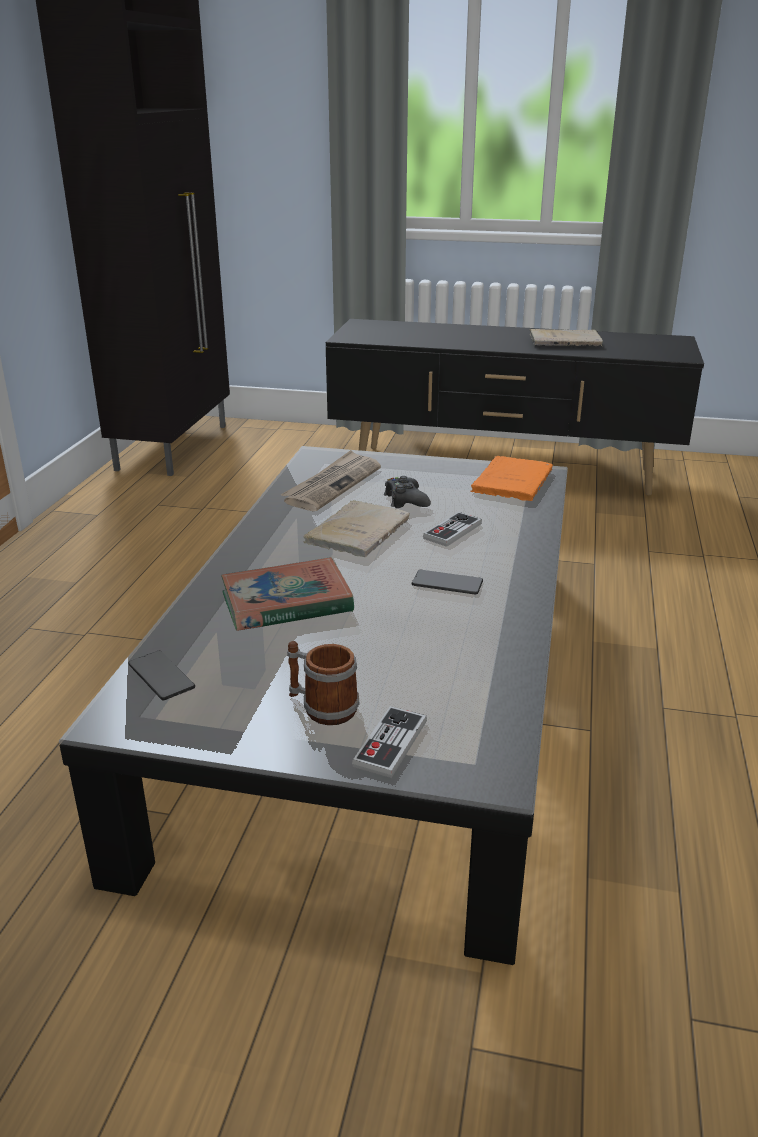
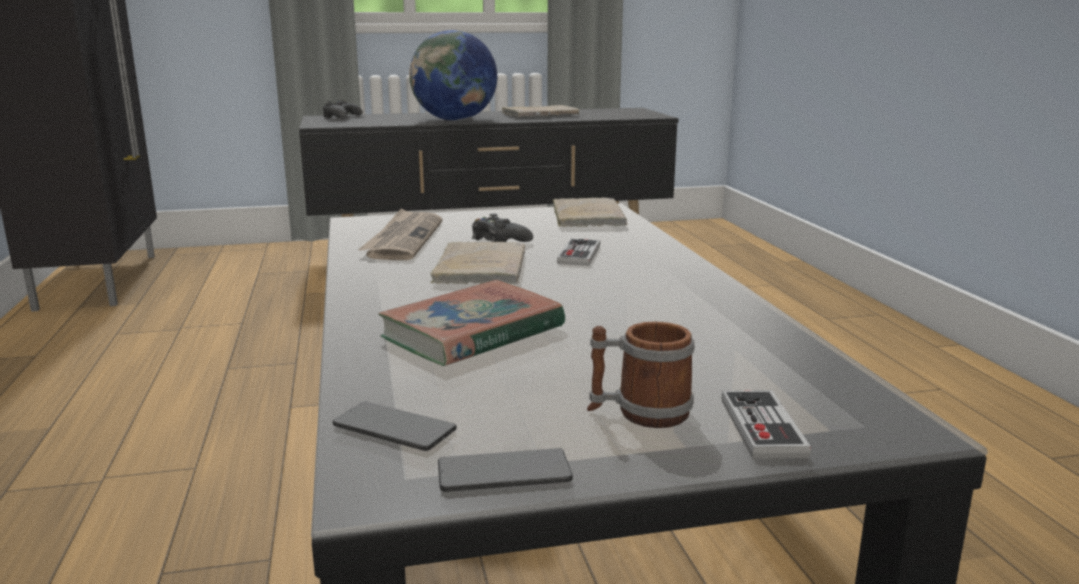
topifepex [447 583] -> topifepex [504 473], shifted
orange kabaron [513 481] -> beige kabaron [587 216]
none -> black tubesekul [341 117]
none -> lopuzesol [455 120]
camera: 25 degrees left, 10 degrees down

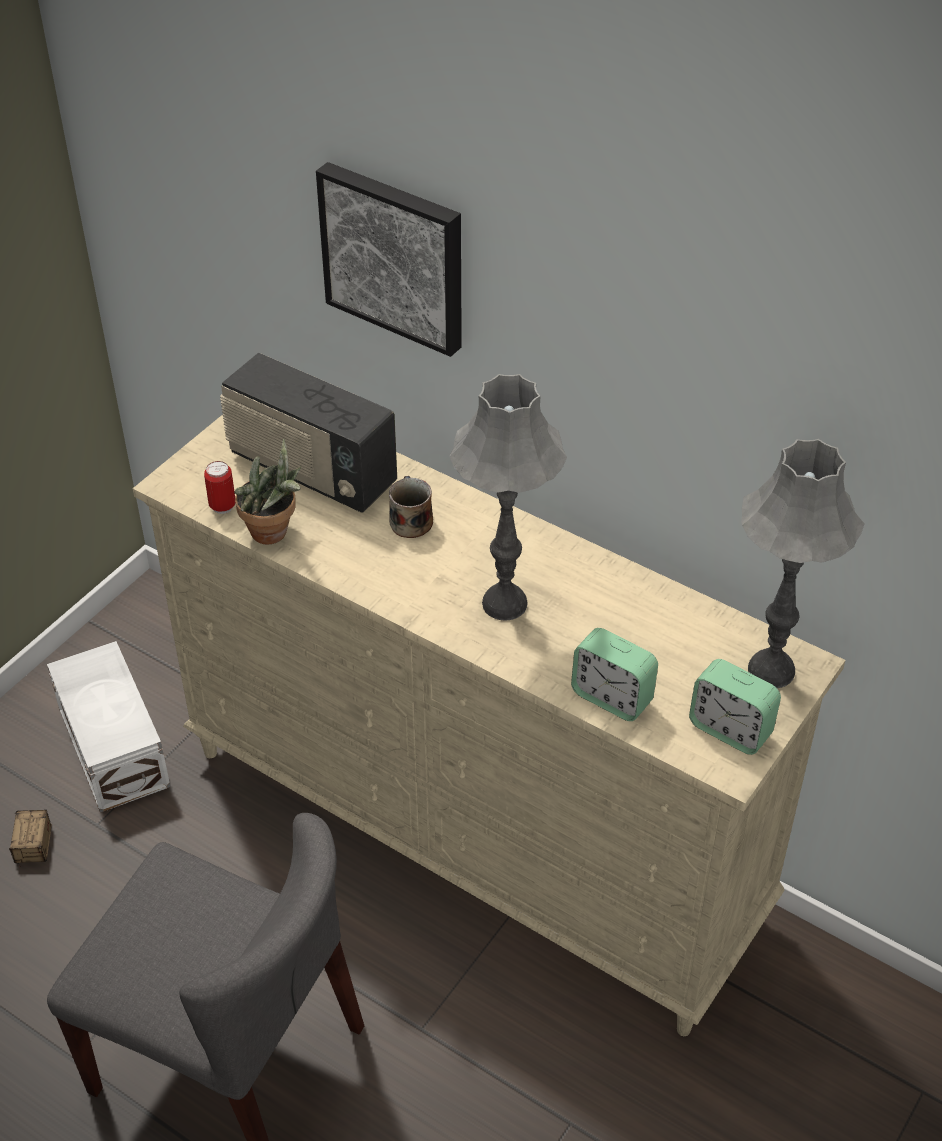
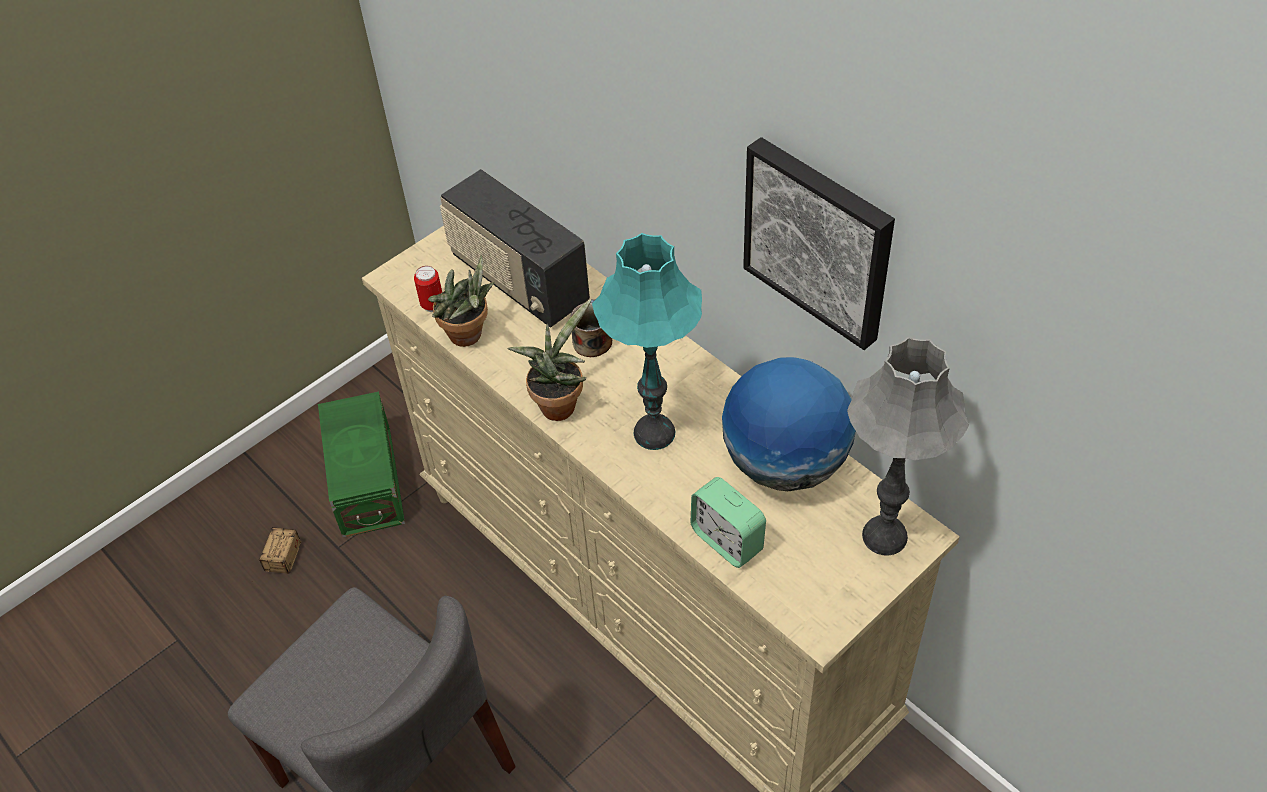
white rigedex [115 745] -> green rigedex [368 479]
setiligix [395 255] -> setiligix [820 240], shifted
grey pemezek [505 603] -> turquoise pemezek [655 433]
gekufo [730 729] -> none
none -> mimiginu [559 403]
none -> lopuzesol [785 463]
camera: 15 degrees right, 5 degrees up

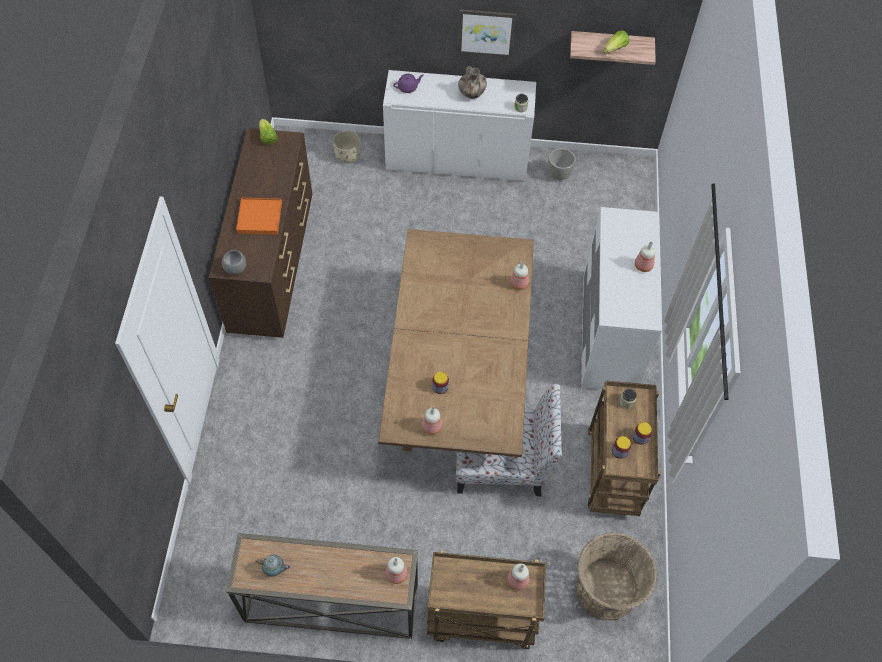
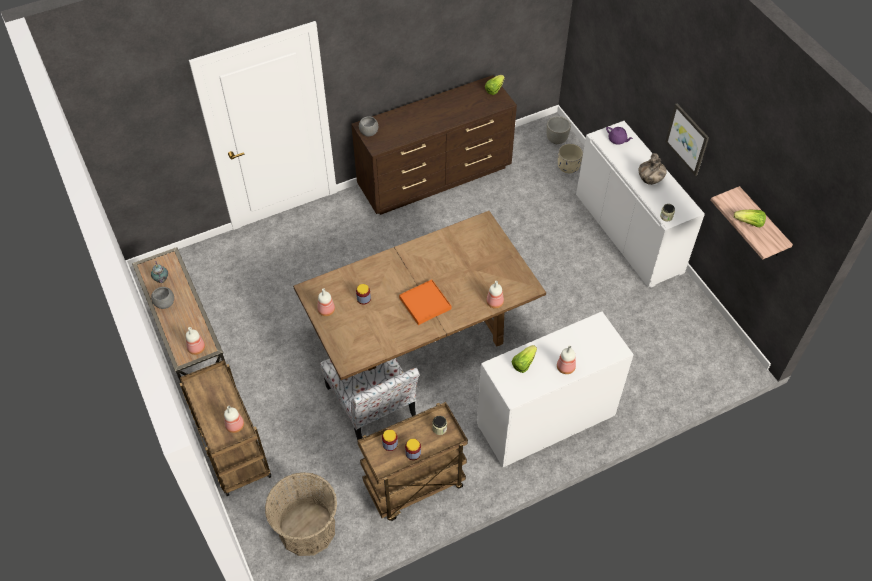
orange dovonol [259 217] -> orange dovonol [425 303], shifted
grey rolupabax [559 174] -> grey rolupabax [557 140], shifted
none -> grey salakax [165 303]
none -> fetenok [523 363]
camera: 60 degrees right, 5 degrees down

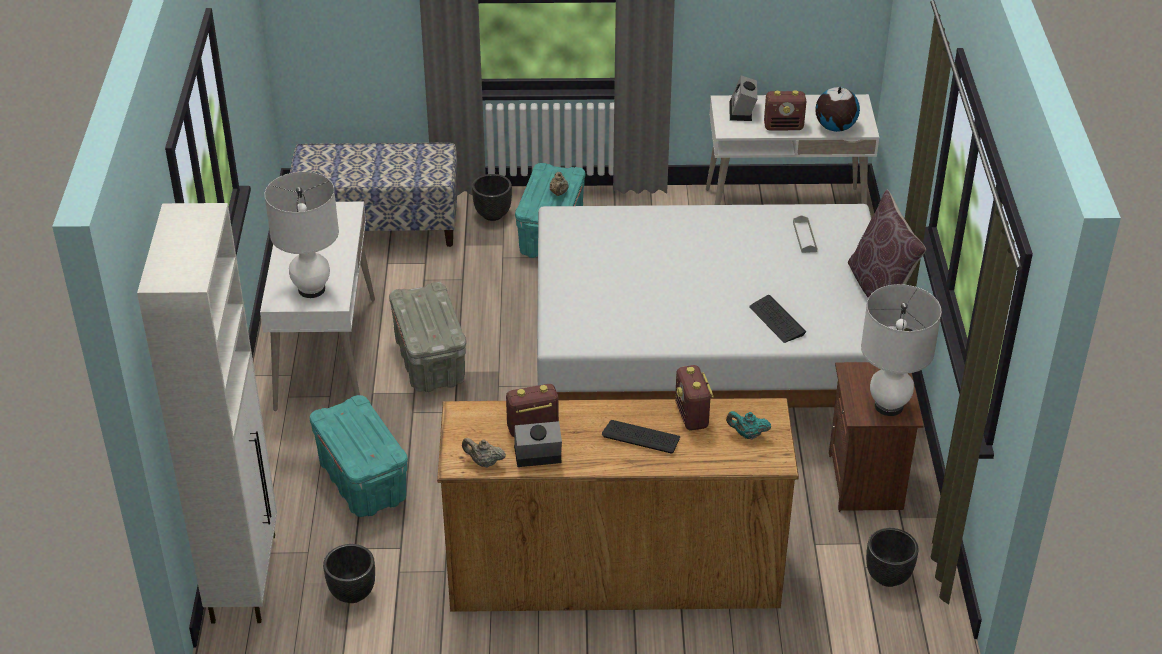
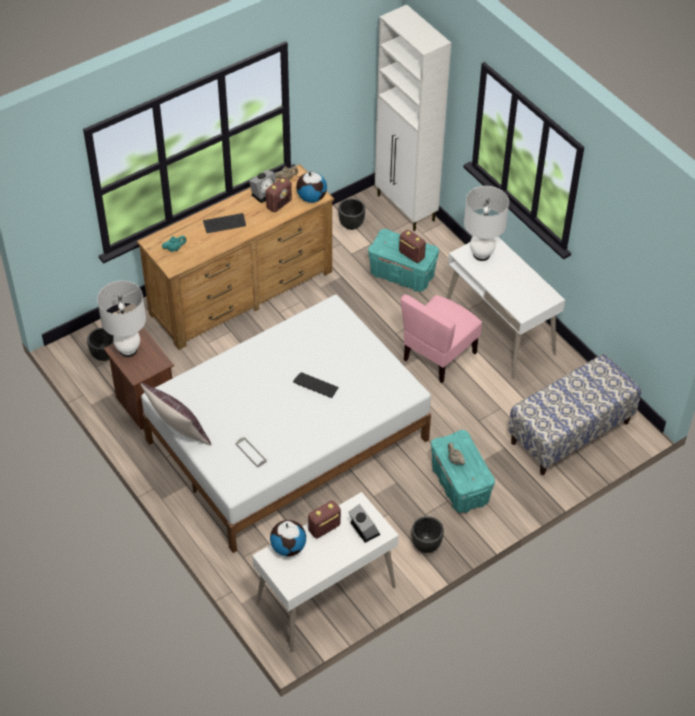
grey rigedex [430 362] -> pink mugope [438 356]
black rolupabax [493 214] -> black rolupabax [426 545], shifted
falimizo [692 416] -> falimizo [411 255], shifted
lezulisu [777 320] -> lezulisu [316 385], shifted
none -> lopuzesol [311 197]
camera: 145 degrees right, 10 degrees up

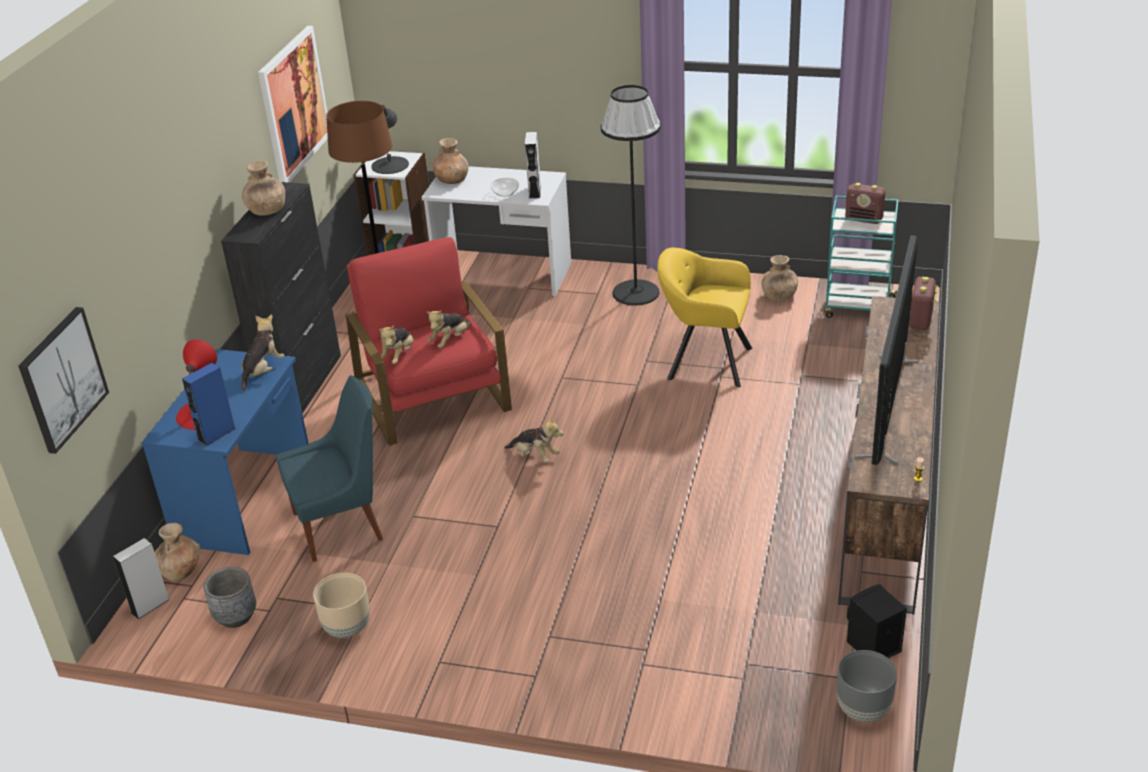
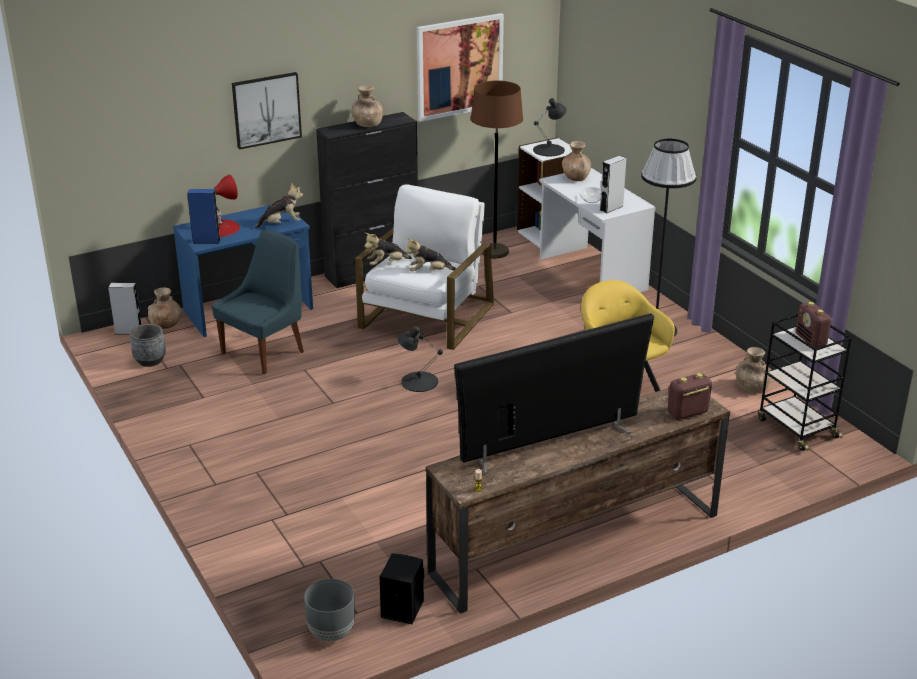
setiligix [62 379] -> setiligix [266 110], shifted
blue mugope [342 525] -> blue mugope [265 351], 75 degrees counterclockwise
beige rolupabax [346 628] -> none
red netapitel [433 395] -> white netapitel [427 316]
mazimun [535 456] -> black pemezek [419 381]
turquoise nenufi [858 308] -> black nenufi [796 428]
camera: 45 degrees right, 5 degrees down

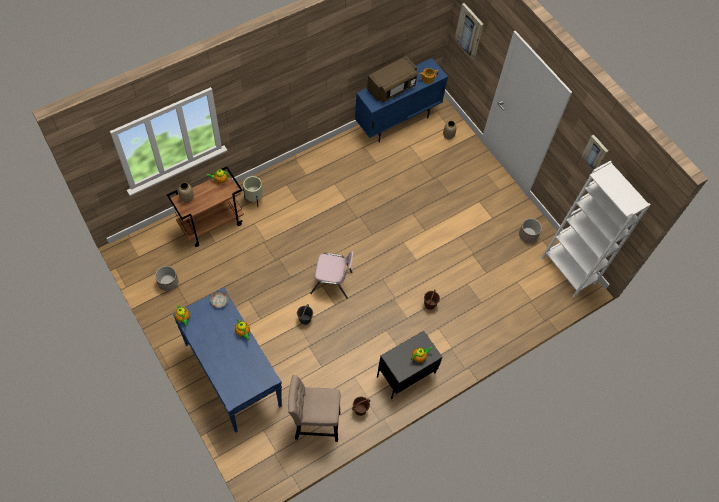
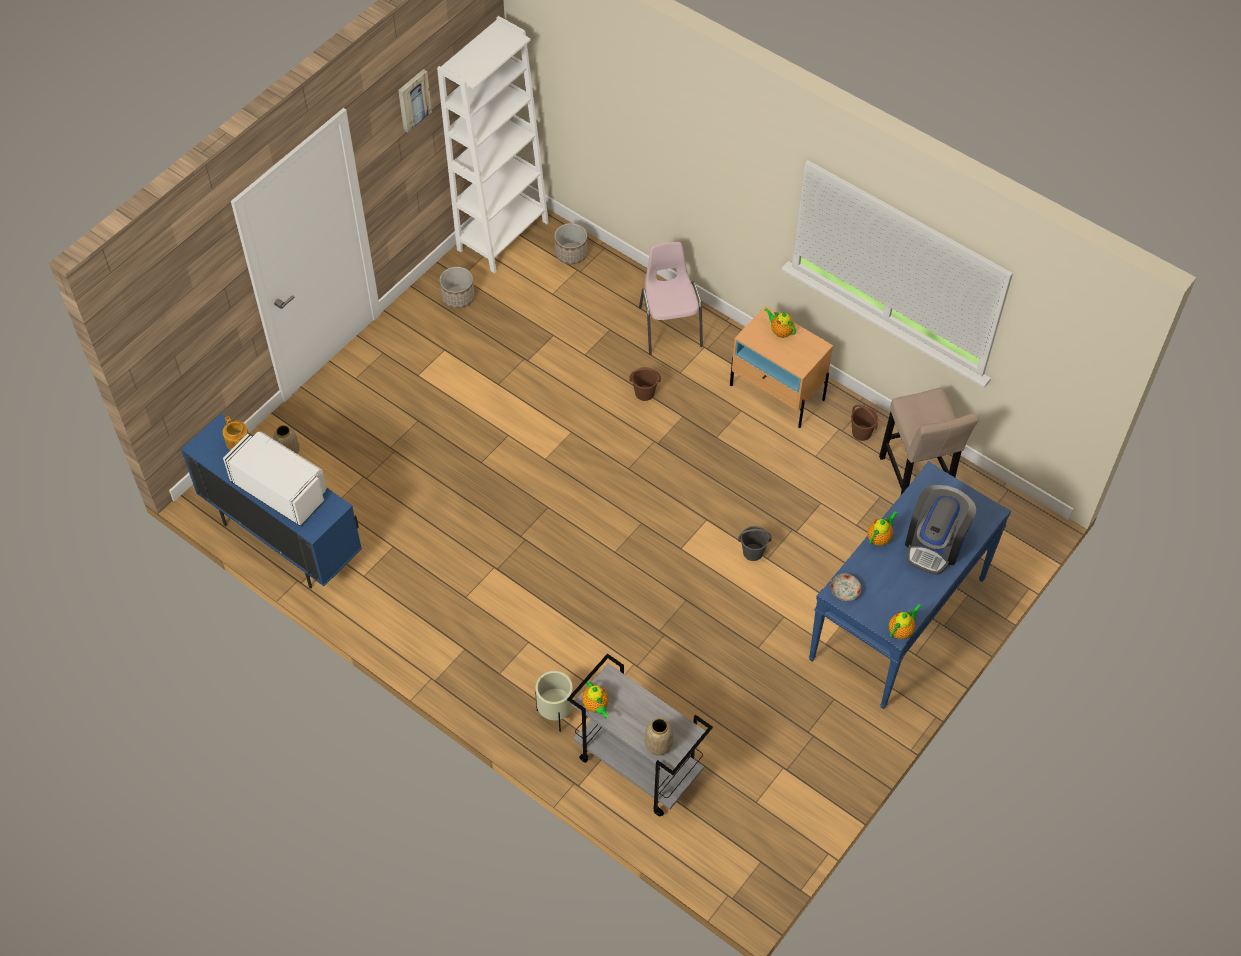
rolupabax [168 282] -> rolupabax [571 254], shifted
brown nenufi [212 224] -> grey nenufi [636 765]
pink mugope [332 282] -> pink mugope [669 326], shifted
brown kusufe [392 88] -> white kusufe [281 490]
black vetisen [405 374] -> beige vetisen [777 393]
setiligix [469 31] -> none
none -> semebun [934 544]
camera: 105 degrees left, 5 degrees down

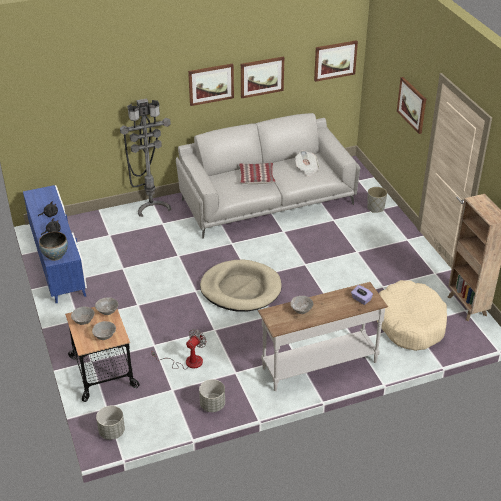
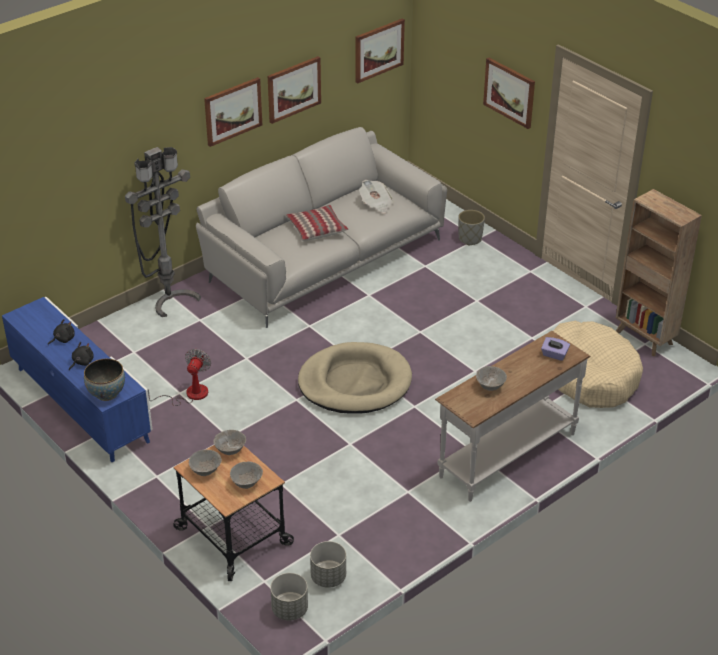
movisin [187 362] -> movisin [188 394], shifted
grey rolupabax [212 405] -> grey rolupabax [328 577], shifted
camera: 20 degrees left, 0 degrees up

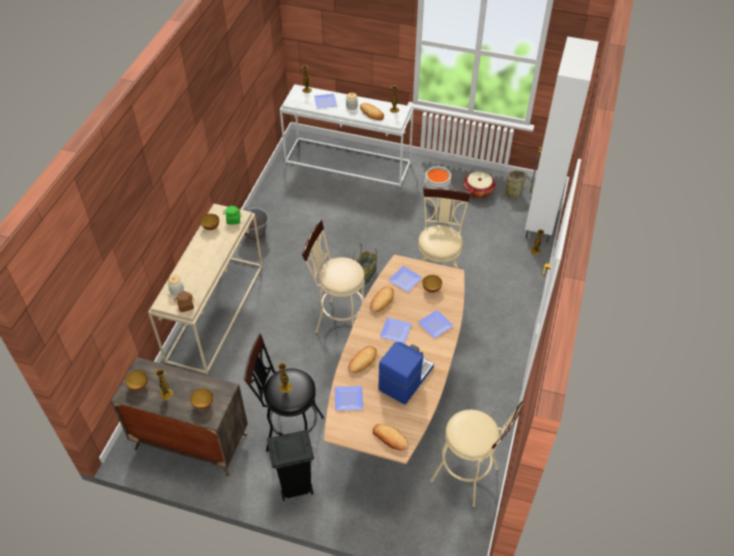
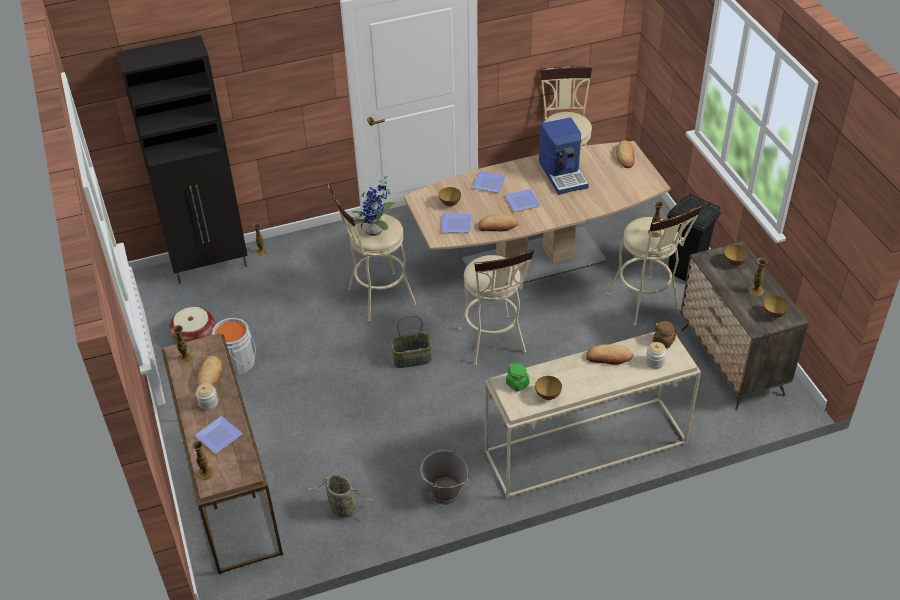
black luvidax [289 432] -> beige luvidax [646 304]
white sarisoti [348 162] -> brown sarisoti [228 484]
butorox [349 398] -> none
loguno [362 361] -> loguno [608 357], shifted
semebun [405 378] -> semebun [563 174], 105 degrees counterclockwise
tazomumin [514 194] -> tazomumin [341 508], shifted
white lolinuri [540 222] -> black lolinuri [211 266]
none -> mimiginu [376 232]
camera: 125 degrees left, 5 degrees down

